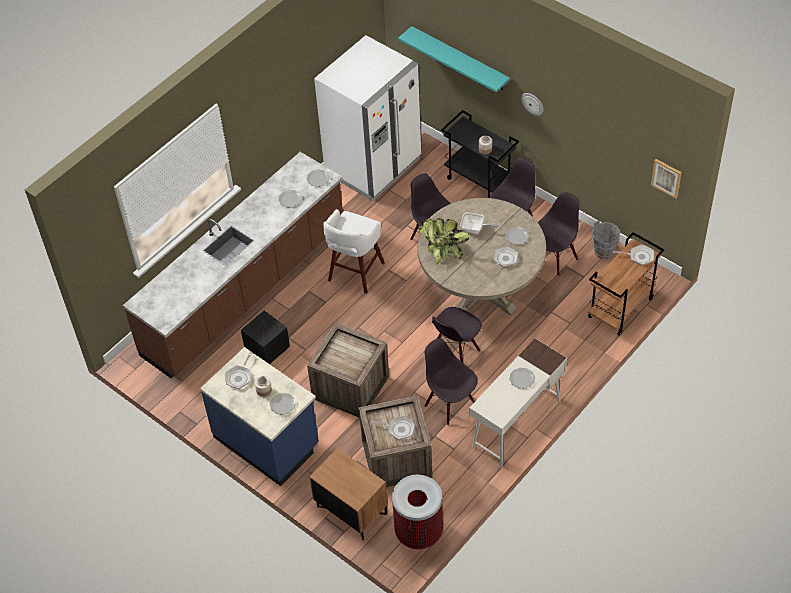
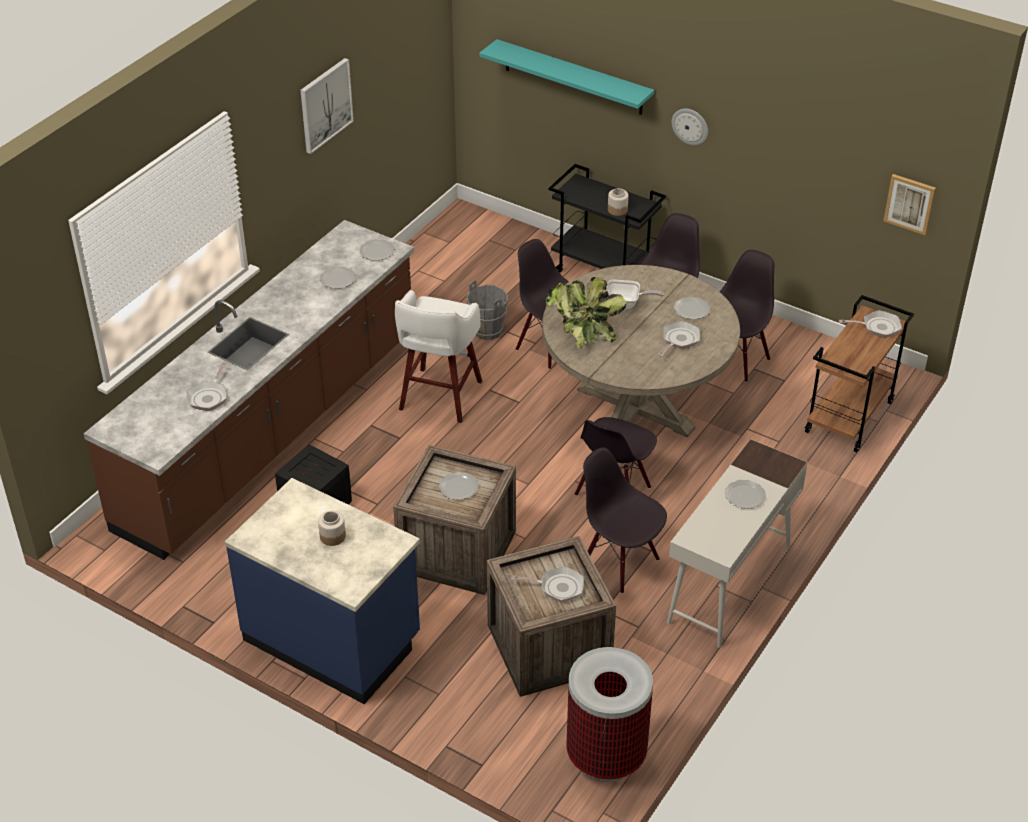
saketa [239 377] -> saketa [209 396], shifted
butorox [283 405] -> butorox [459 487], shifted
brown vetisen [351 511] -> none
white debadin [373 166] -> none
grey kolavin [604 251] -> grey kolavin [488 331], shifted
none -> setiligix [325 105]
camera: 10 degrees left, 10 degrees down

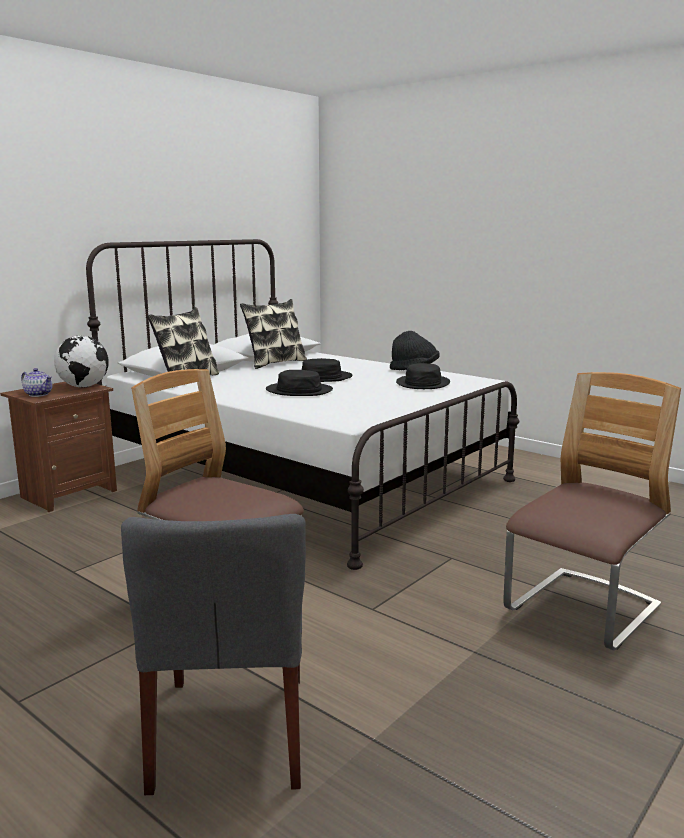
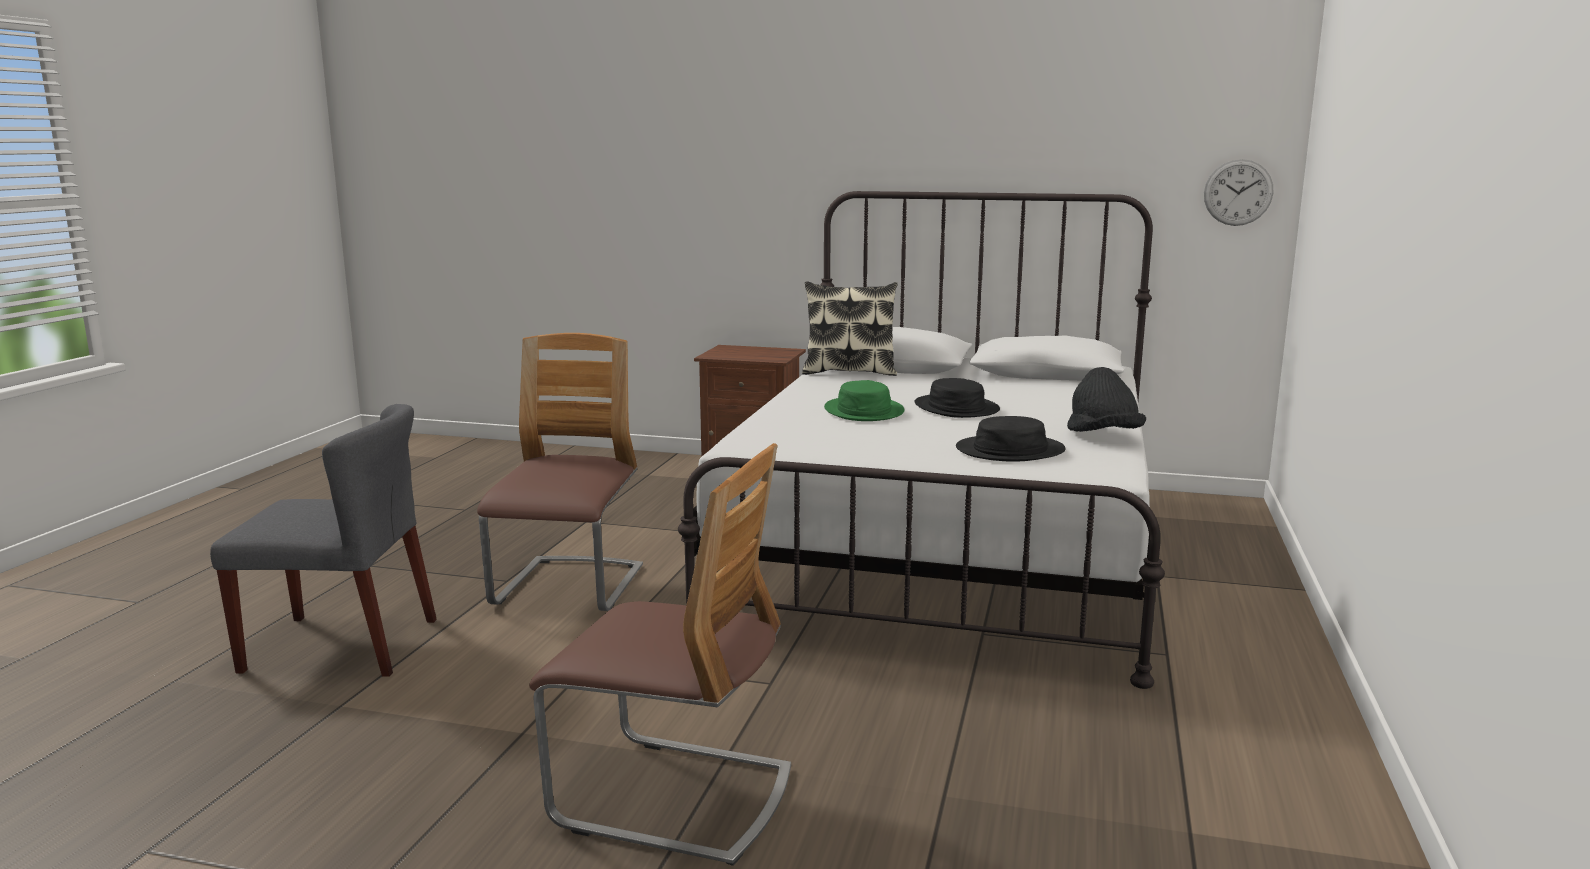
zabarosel [38 394] -> none
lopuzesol [84 386] -> none
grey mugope [231 732] -> grey mugope [342 645], 150 degrees counterclockwise
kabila [275 363] -> none
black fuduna [299 391] -> green fuduna [864 411]
none -> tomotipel [1238 192]
camera: 65 degrees right, 0 degrees up

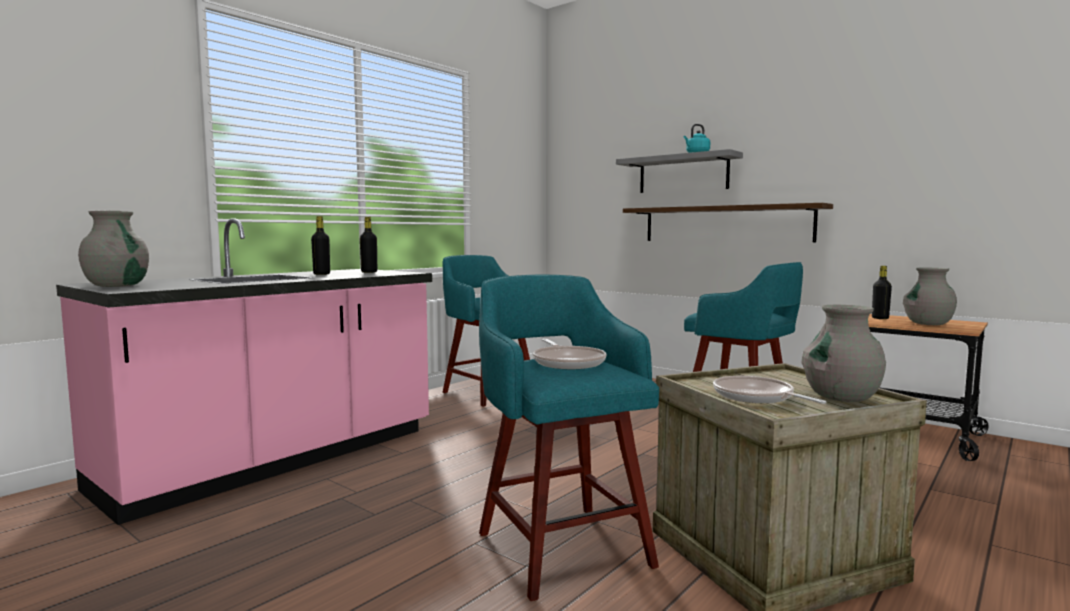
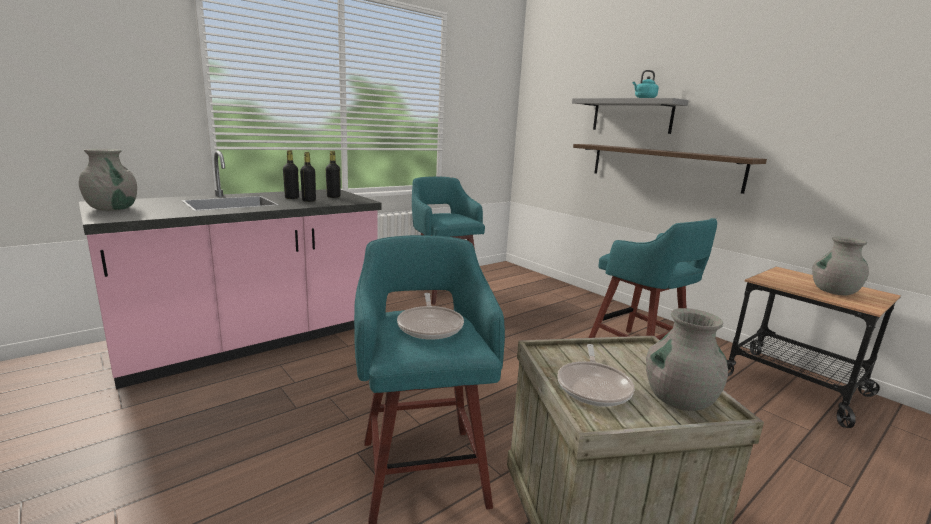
saketa [756 397] -> saketa [593 386], 150 degrees counterclockwise
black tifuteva [880 318] -> black tifuteva [309 201], shifted
camera: 10 degrees right, 10 degrees up

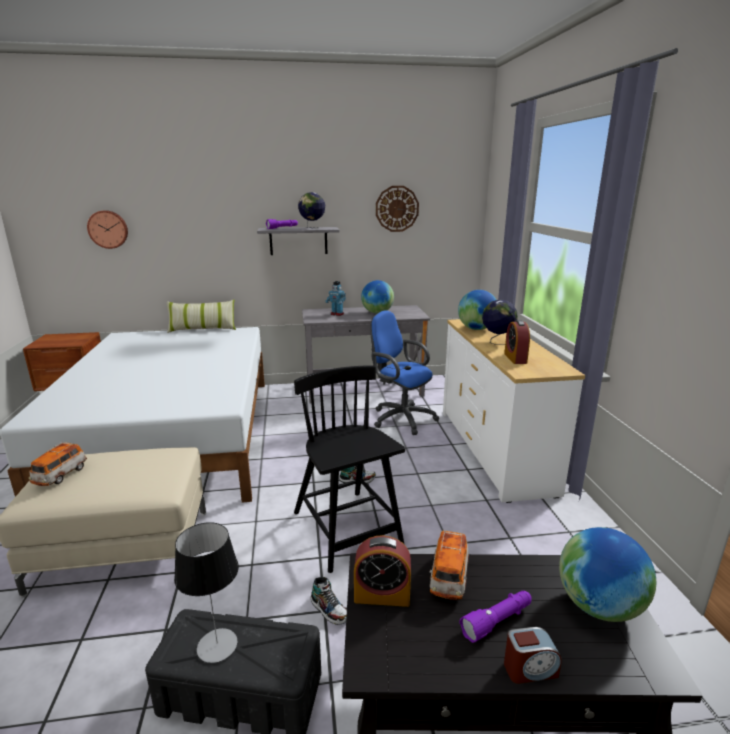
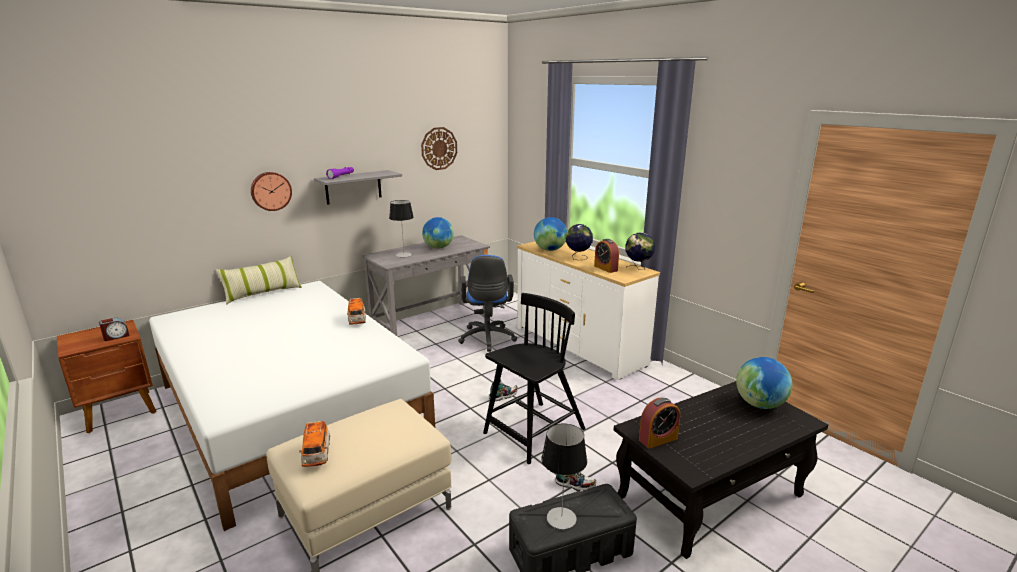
tomotipel [108 229] -> tomotipel [270 191], shifted
black mugope [347 530] -> black mugope [533 432], 105 degrees clockwise
lopuzesol [312 228] -> lopuzesol [638 268], shifted
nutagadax [337 314] -> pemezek [404 255]
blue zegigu [400 418] -> blue zegigu [487 339], 105 degrees counterclockwise
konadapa [448 577] -> konadapa [357 320], shifted
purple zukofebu [497 621] -> none
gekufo [529 669] -> gekufo [116 337], shifted
camera: 30 degrees left, 0 degrees up

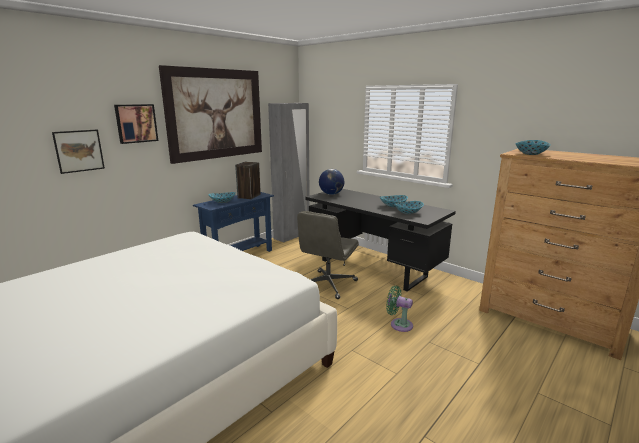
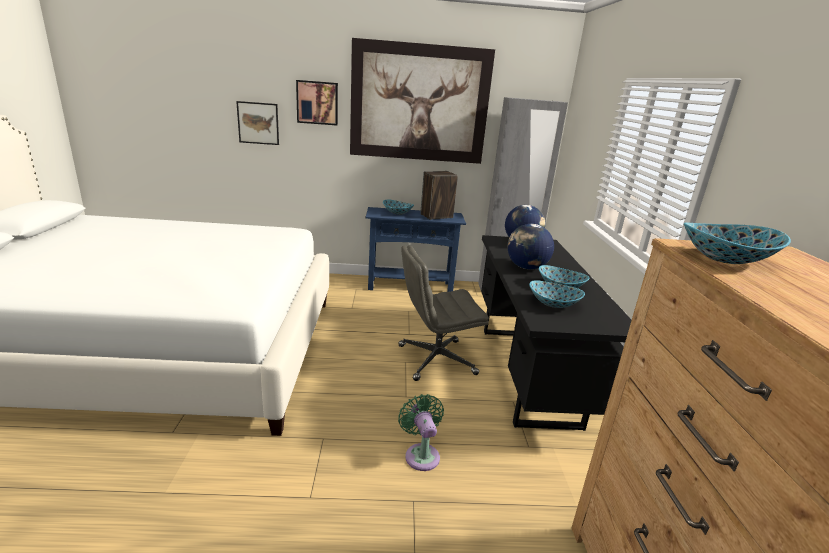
none -> lopuzesol [526 267]
camera: 45 degrees right, 5 degrees up

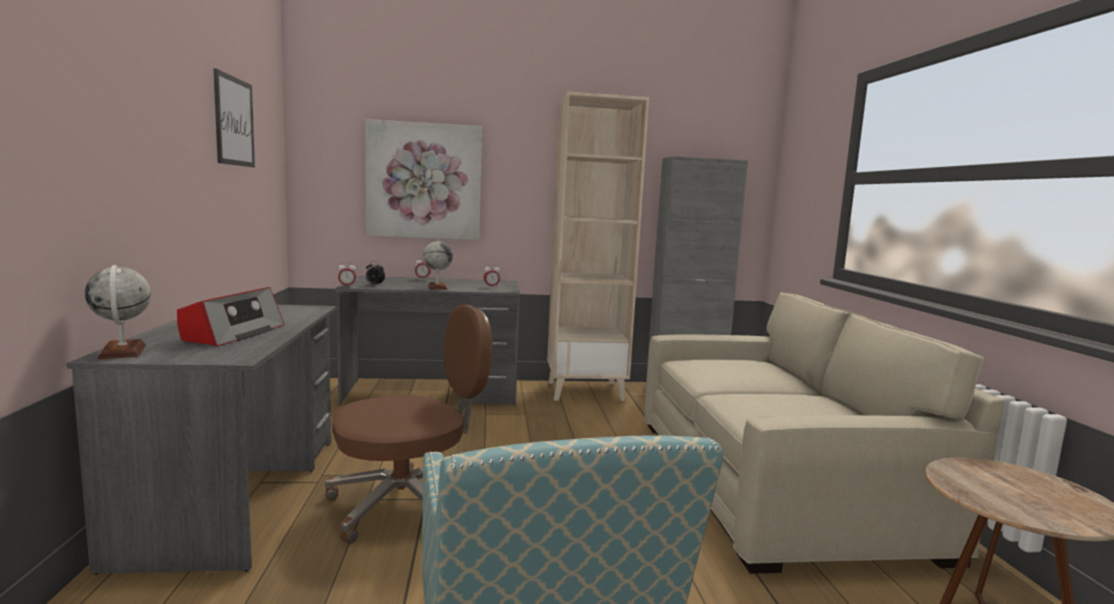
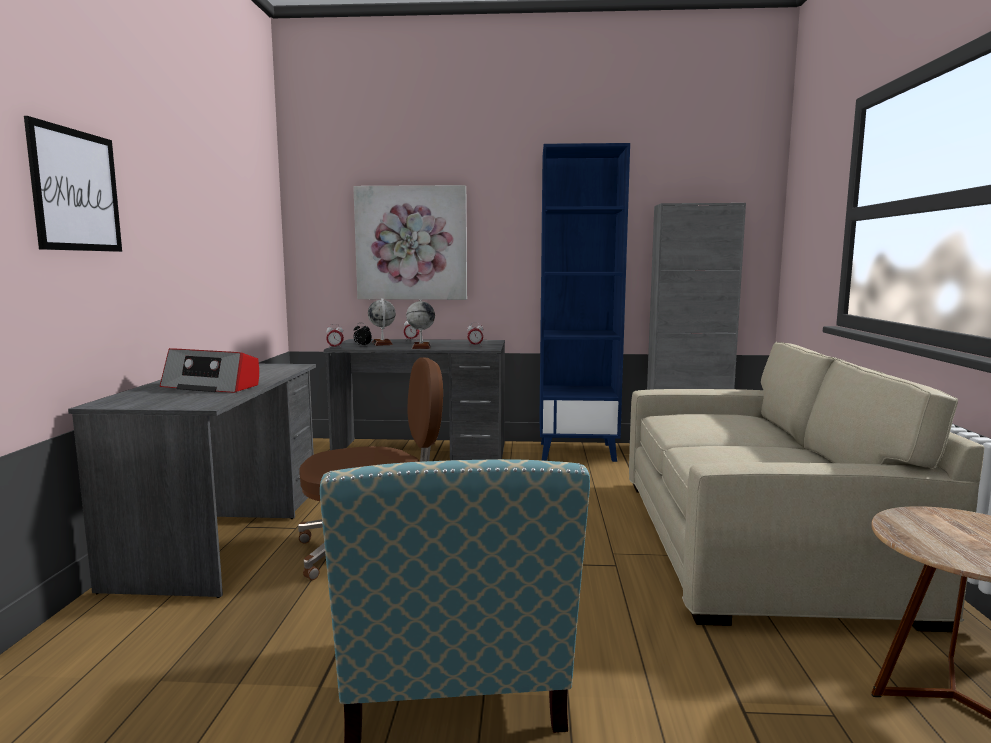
lopuzesol [122 351] -> lopuzesol [382 343], shifted
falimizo [233 333] -> falimizo [212 386], 90 degrees clockwise
setiligix [234 121] -> setiligix [76 190], shifted
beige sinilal [586 391] -> blue sinilal [578 451]
camera: 10 degrees right, 0 degrees up

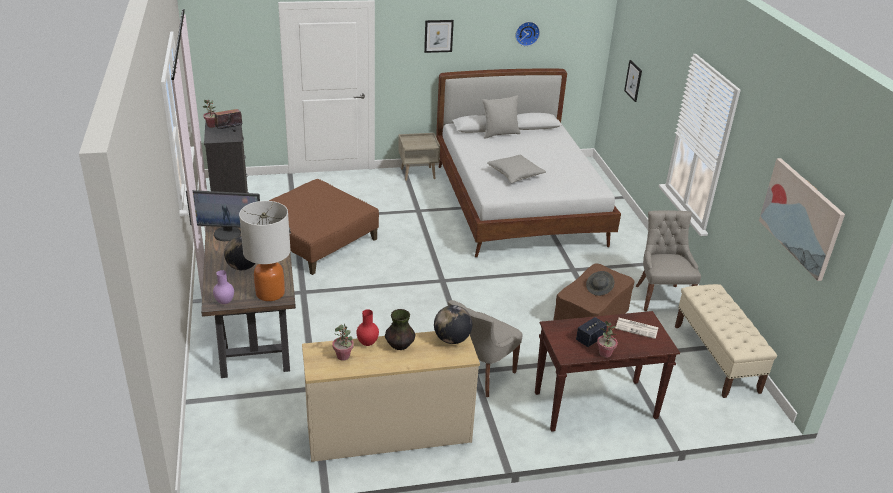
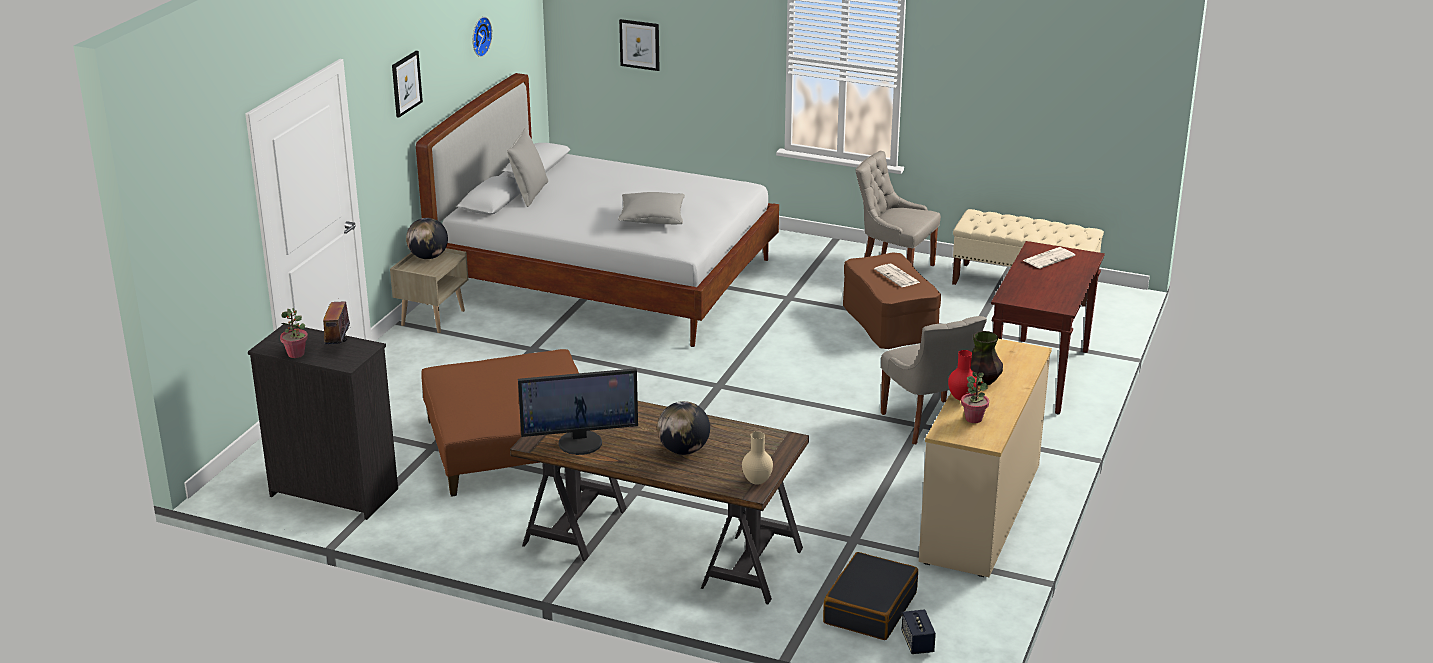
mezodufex [227 233] -> mezodufex [580 442], 45 degrees clockwise
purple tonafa [225 302] -> beige tonafa [757 481]
pemezek [270 293] -> none
lopuzesol [452 339] -> lopuzesol [428 257], shifted
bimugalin [590 339] -> bimugalin [917 643], shifted
grey fuduna [599 289] -> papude [897 276]
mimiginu [605 353] -> none
setiligix [801 217] -> none
none -> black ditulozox [869 608]
camera: 55 degrees left, 5 degrees down

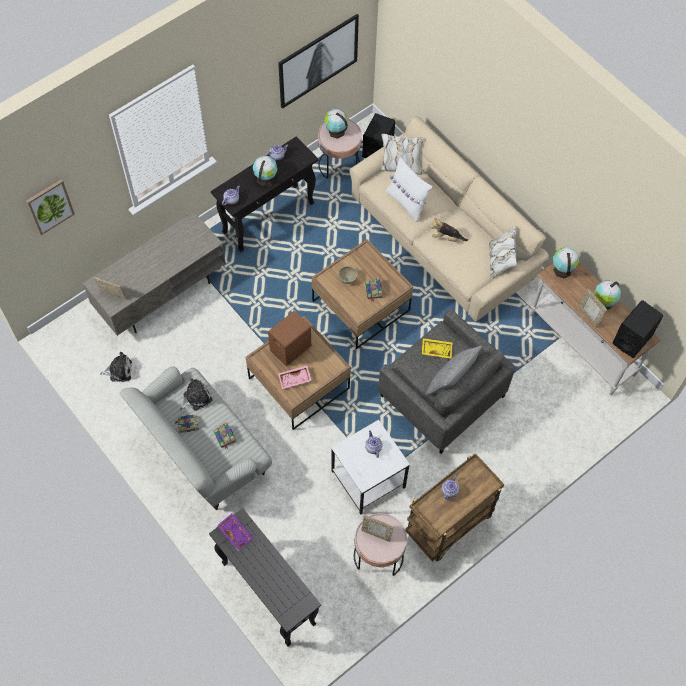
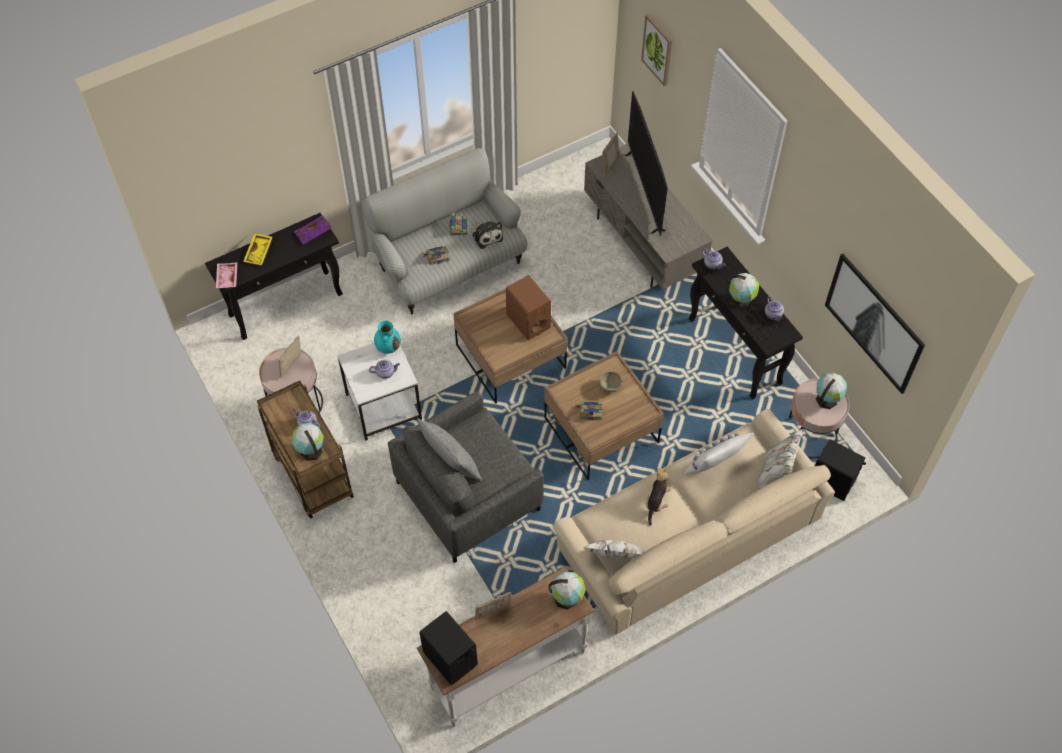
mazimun [119 370] -> none
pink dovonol [295 379] -> pink dovonol [226 278], shifted
yellow dovonol [436 349] -> yellow dovonol [259 252], shifted
lopuzesol [603 302] -> lopuzesol [310 450], shifted
none -> turquoise tonafa [388 347]
none -> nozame [645 192]
camera: 100 degrees right, 5 degrees down

